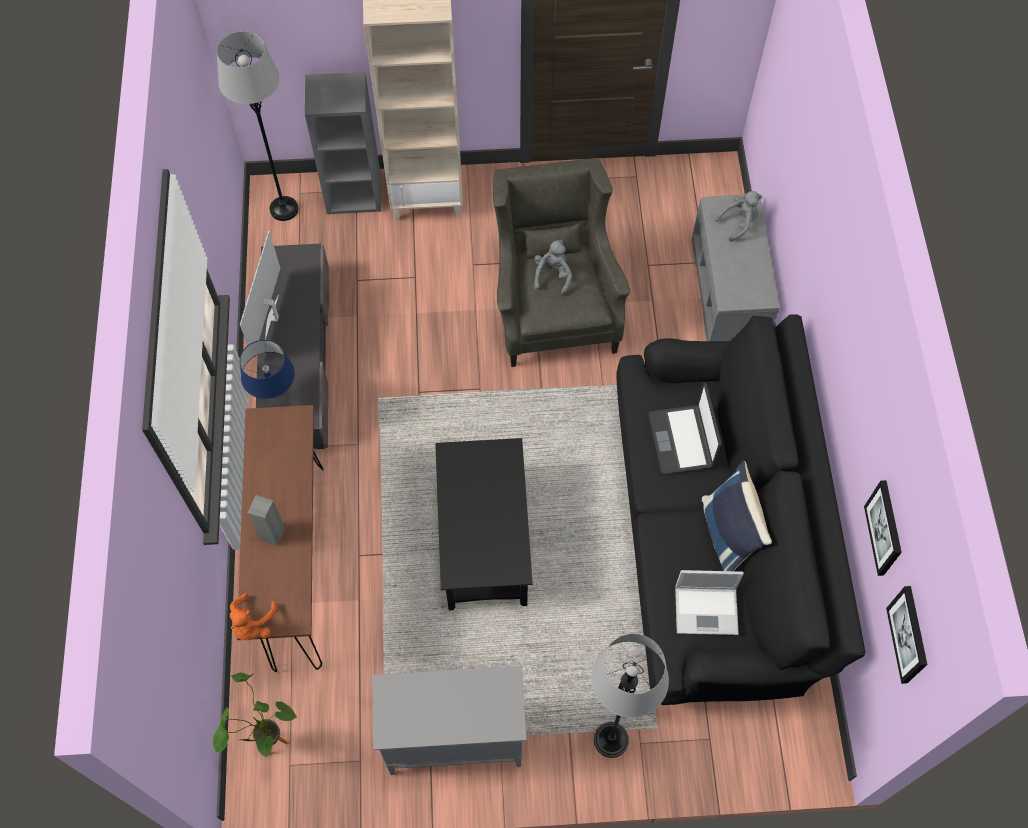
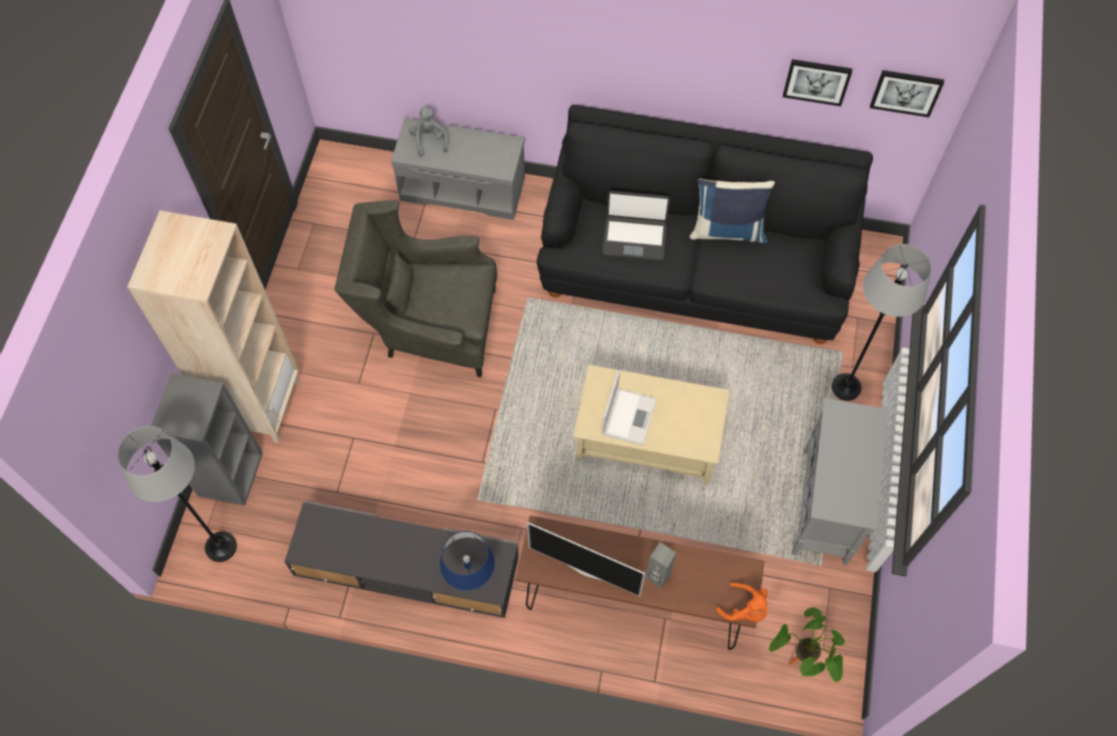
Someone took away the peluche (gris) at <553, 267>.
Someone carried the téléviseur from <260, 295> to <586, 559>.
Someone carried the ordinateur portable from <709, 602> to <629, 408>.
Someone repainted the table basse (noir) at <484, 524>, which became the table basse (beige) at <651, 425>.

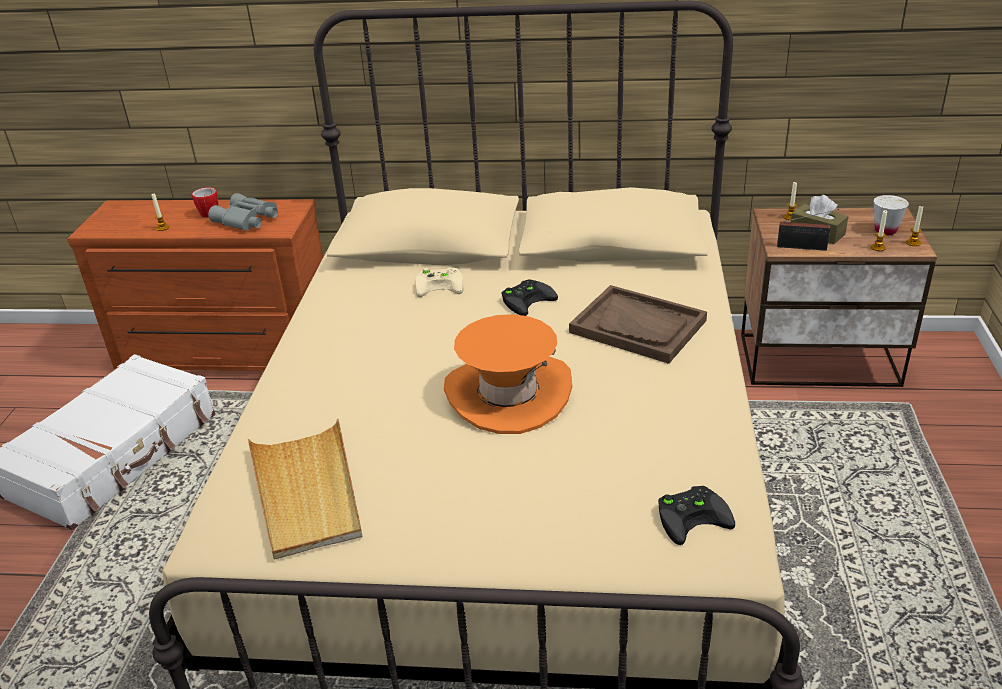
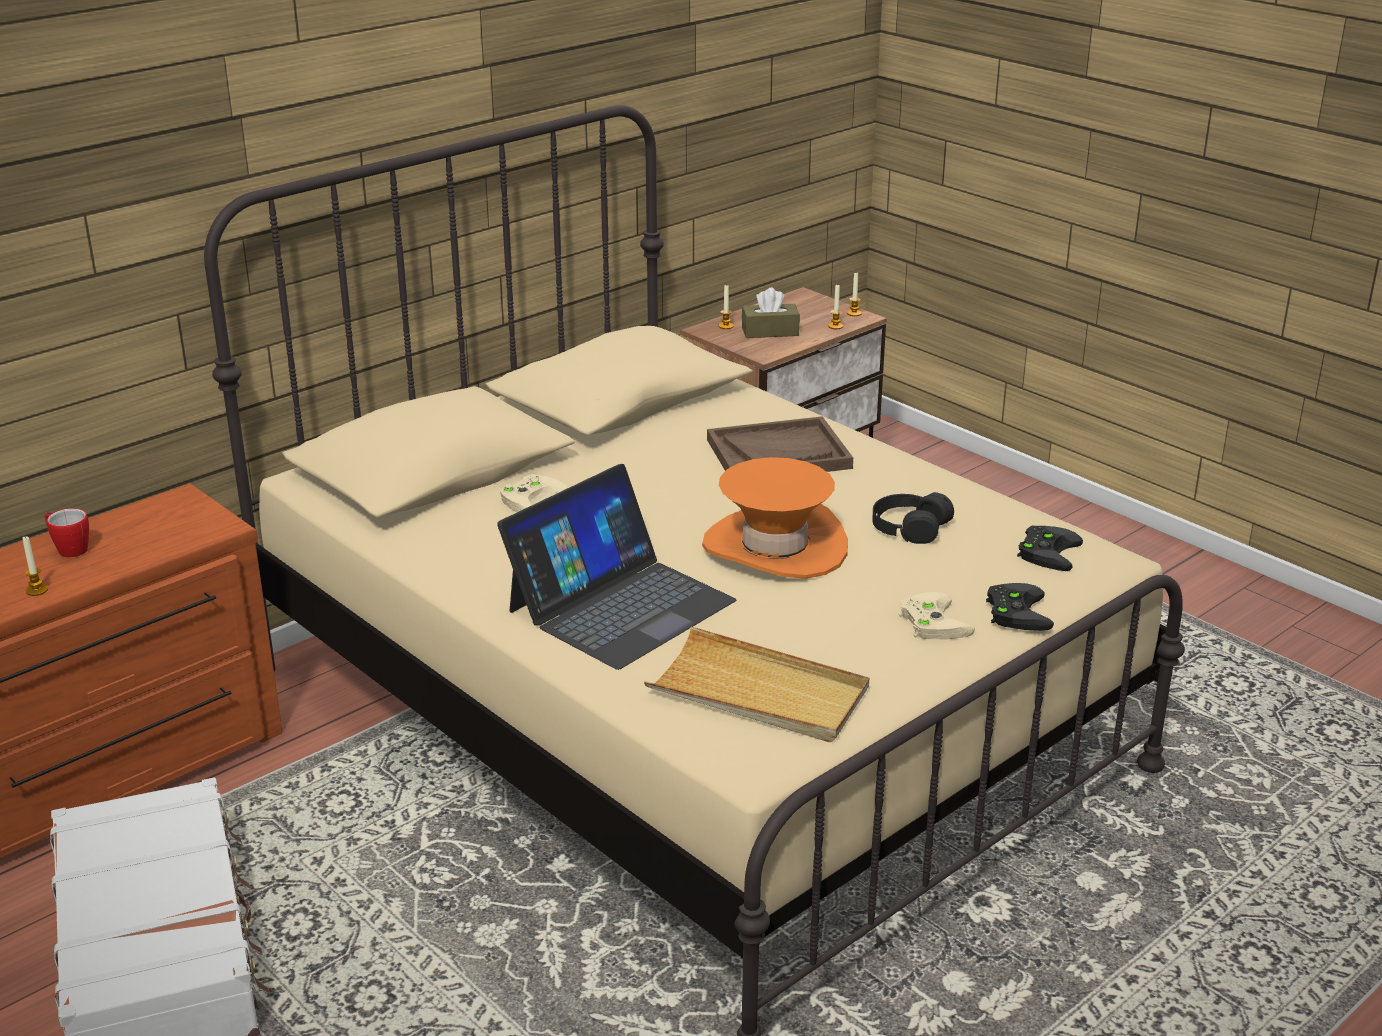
Someone took away the jumelles (gris) at <243, 212>.
Someone took away the radio at <808, 230>.
Someone took away the tasse (blanc) at <891, 215>.
Someone put down the ordinateur portable at <616, 567>.
Someone put down the casque audio (noir) at <913, 518>.
Someone put down the manette (beige) at <937, 615>.
Someone carried the manette (noir) from <530, 297> to <1020, 607>.

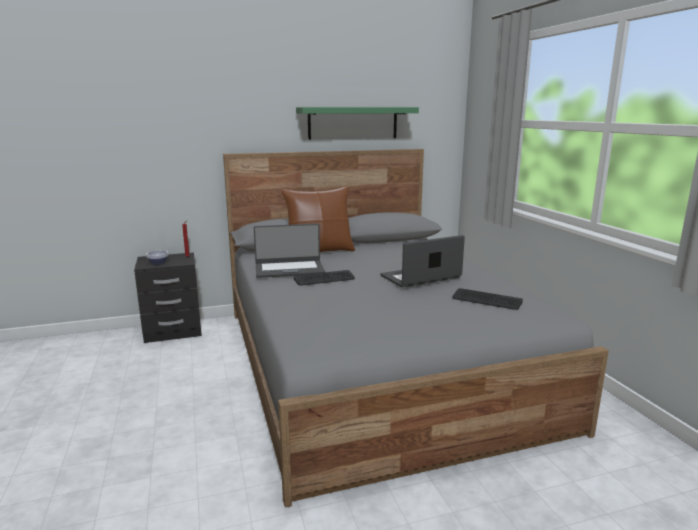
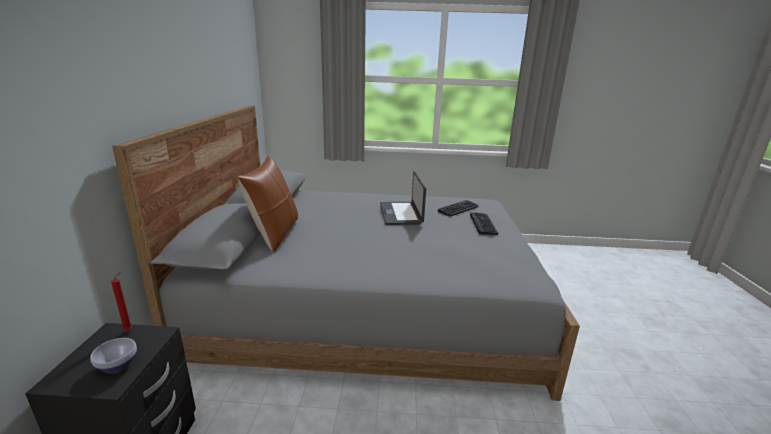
Someone took away the ordinateur portable at <289, 251>.
Someone took away the étagère (vert) at <357, 123>.
Someone carried the clavier from <324, 277> to <484, 223>.

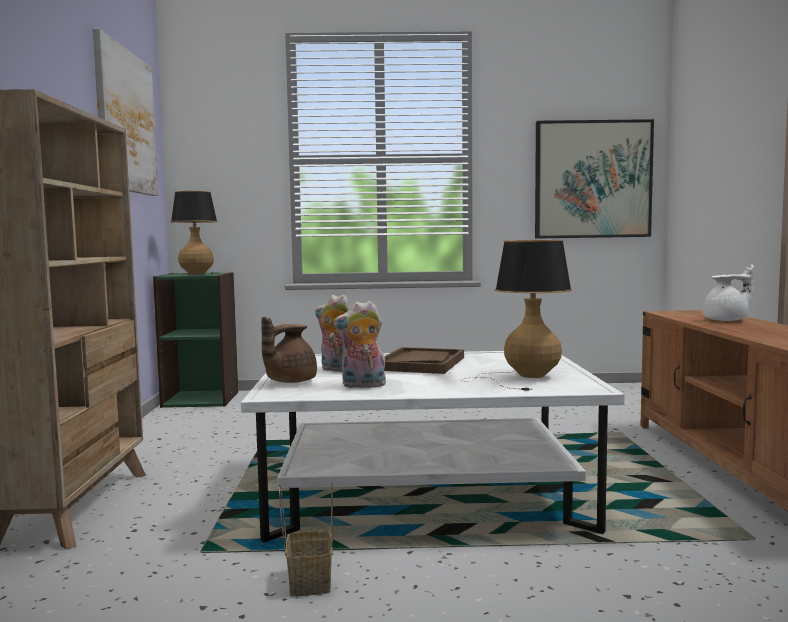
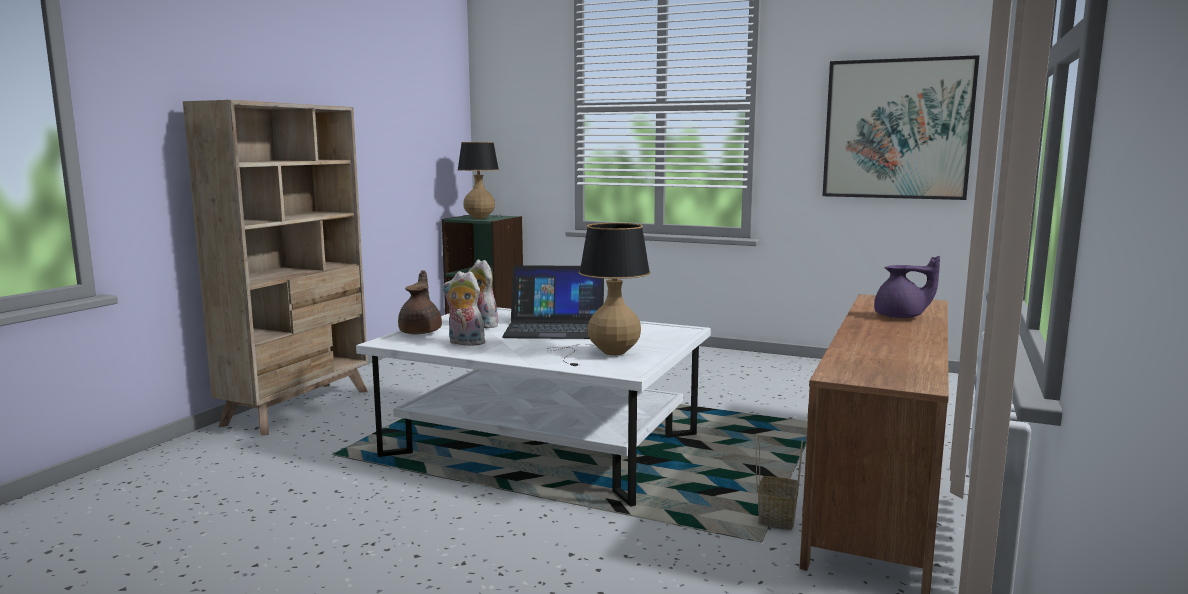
Someone took away the tableau at <125, 112>.
Someone carried the panier from <306, 539> to <779, 482>.
Someone swapped the plateau (marron) at <424, 360> for the ordinateur portable at <553, 302>.
Someone repainted the théière (blanc) at <728, 292>, which became the théière (violet) at <907, 287>.
Someone rotated the théière (marron) at <289, 350> by 120 degrees clockwise.

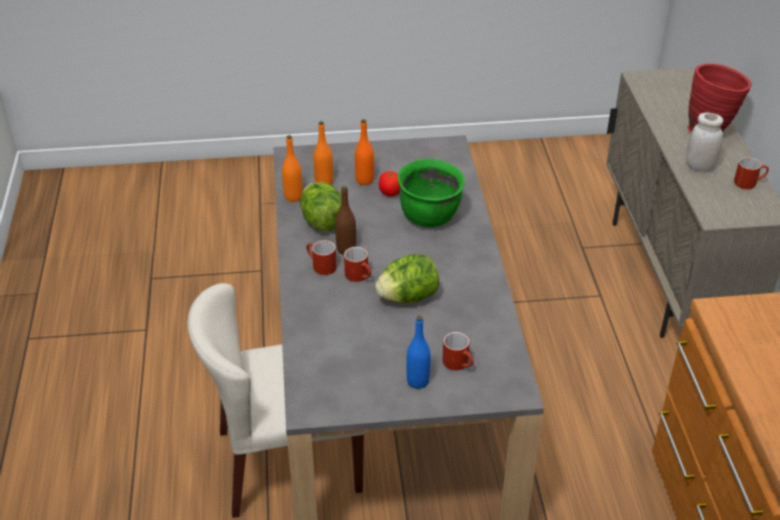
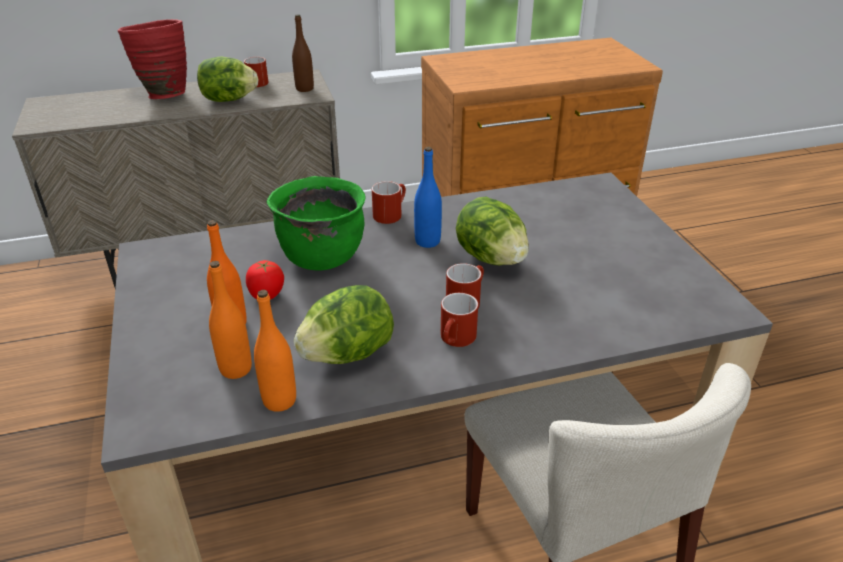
Someone carried the bouteille (marron) from <345, 220> to <303, 53>.
Someone carried the bouteille (bleu) from <418, 352> to <428, 197>.
Someone carried the mug (rouge) from <458, 351> to <389, 202>.
Someone swapped the bocal (blanc) at <704, 142> for the laitue at <227, 79>.

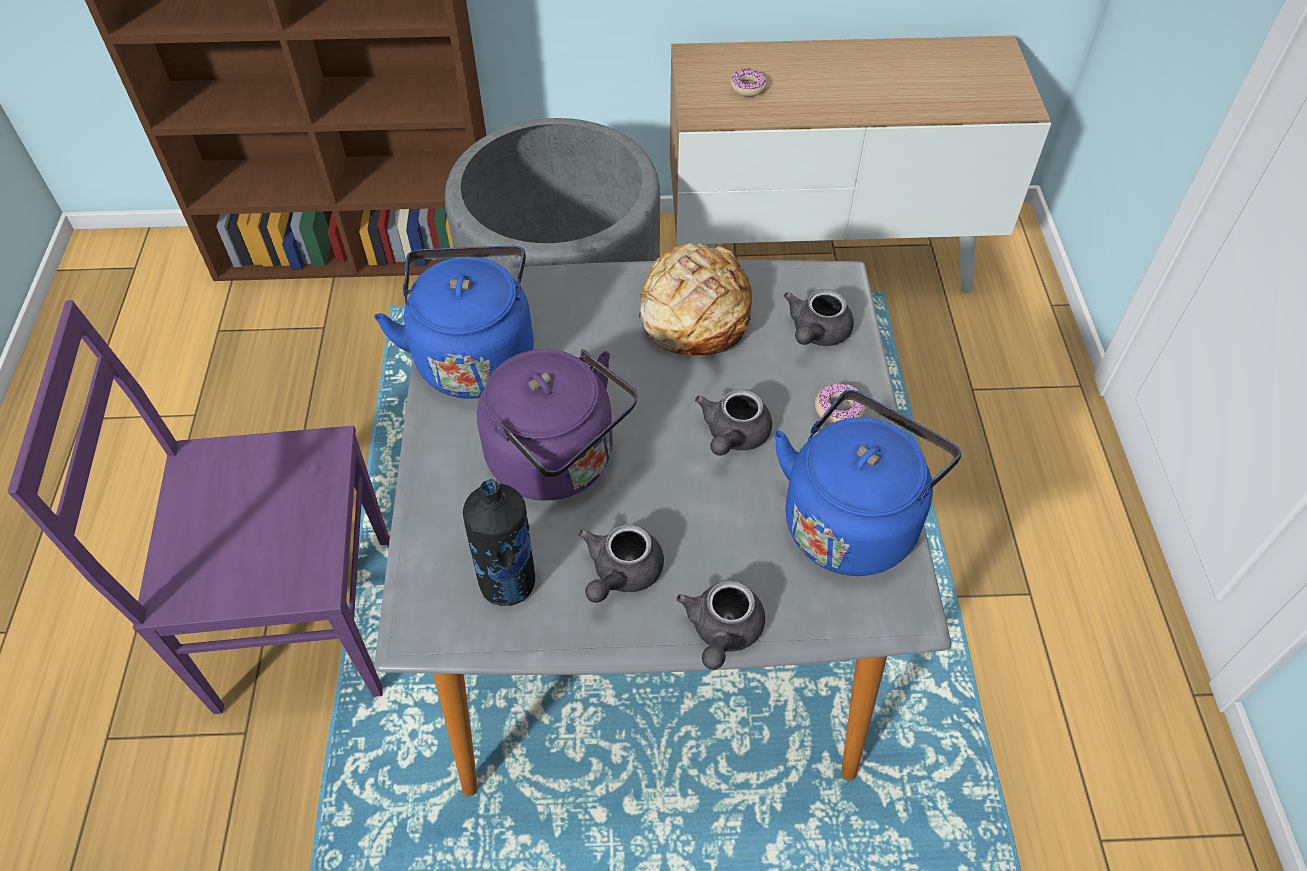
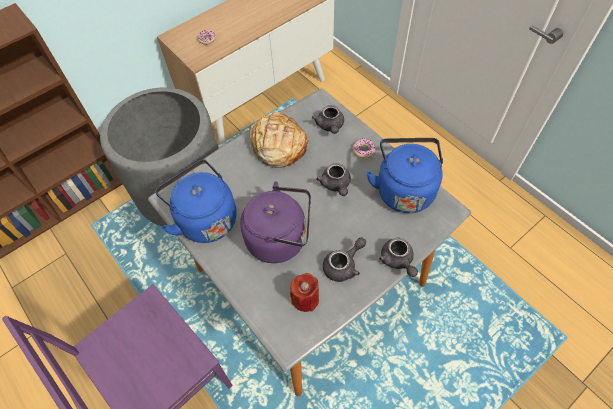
Someone swapped the bouteille (noir) at <499, 542> for the bougie (rouge) at <304, 292>.
Someone rotated the théière (gris) at <621, 563> by 120 degrees counterclockwise.

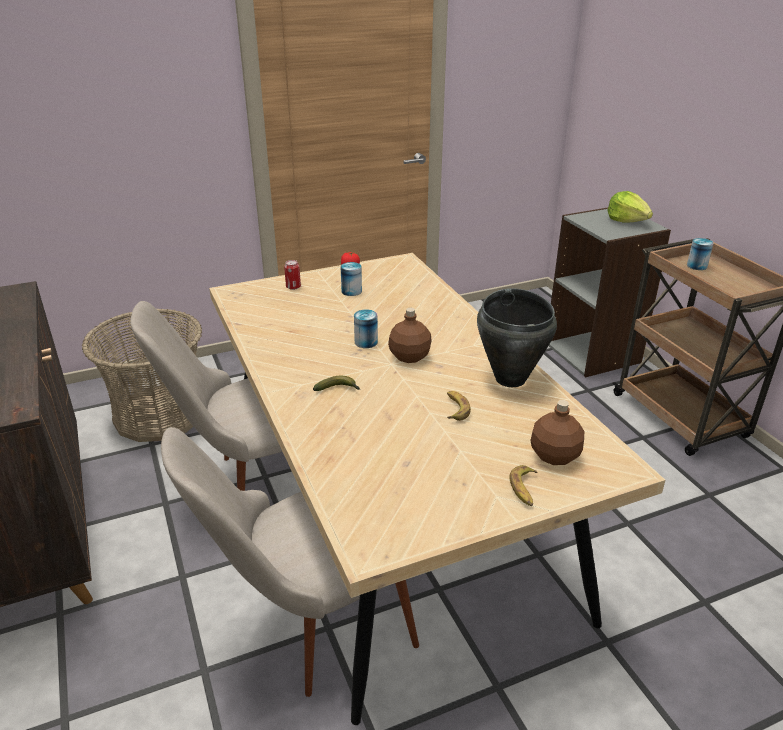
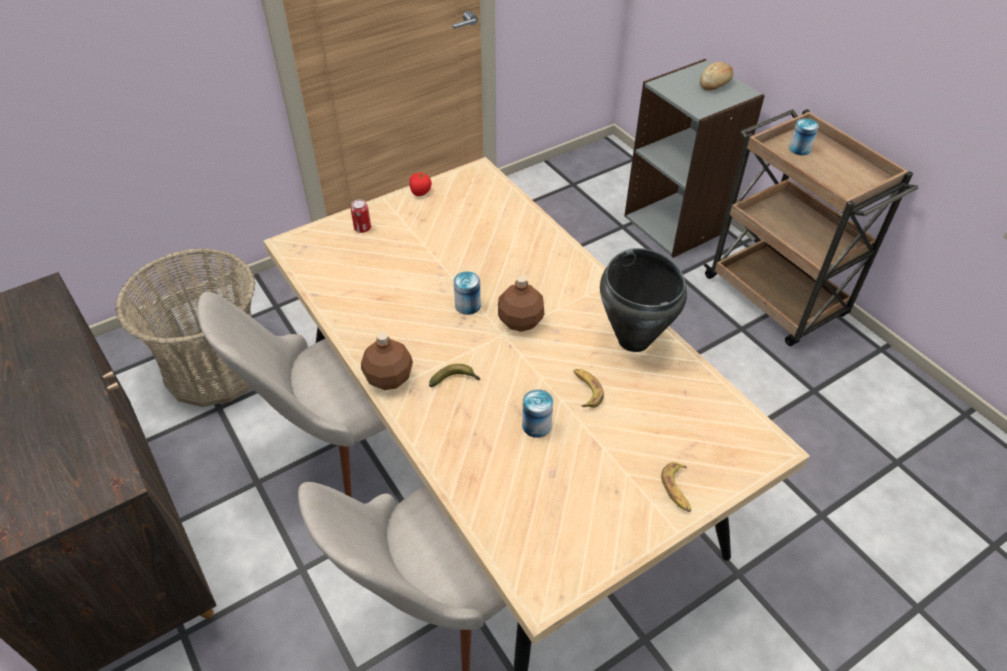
Someone carried the boîte métallique from <351, 279> to <537, 413>.
Someone carried the bouteille (marron) from <557, 432> to <387, 361>.
Someone swapped the laitue at <630, 207> for the pain at <716, 76>.

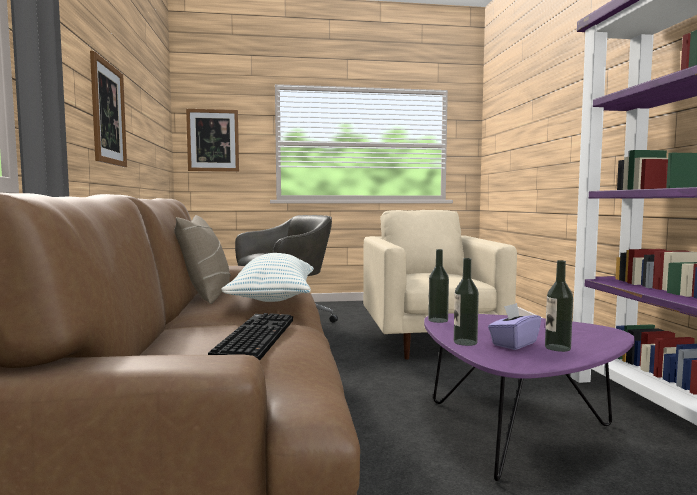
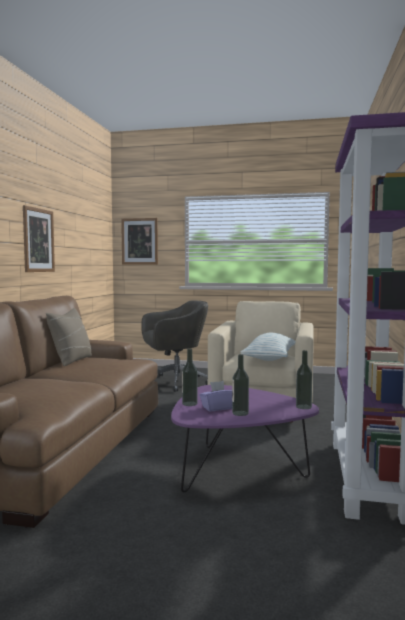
Someone took away the clavier at <250, 336>.
Someone carried the coussin from <267, 277> to <267, 347>.
Someone carried the bouteille from <438, 286> to <304, 379>.

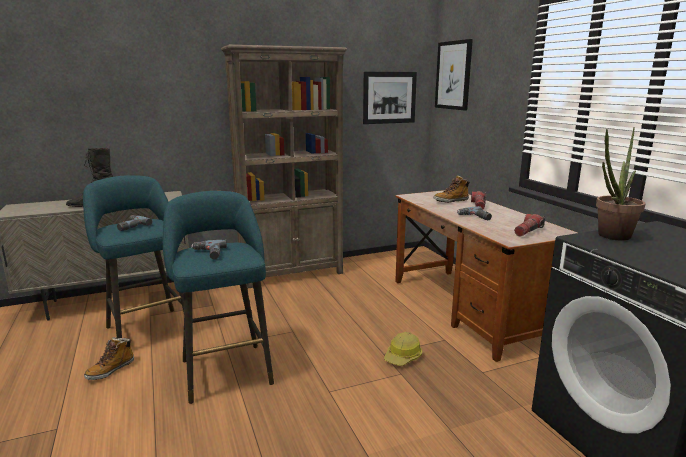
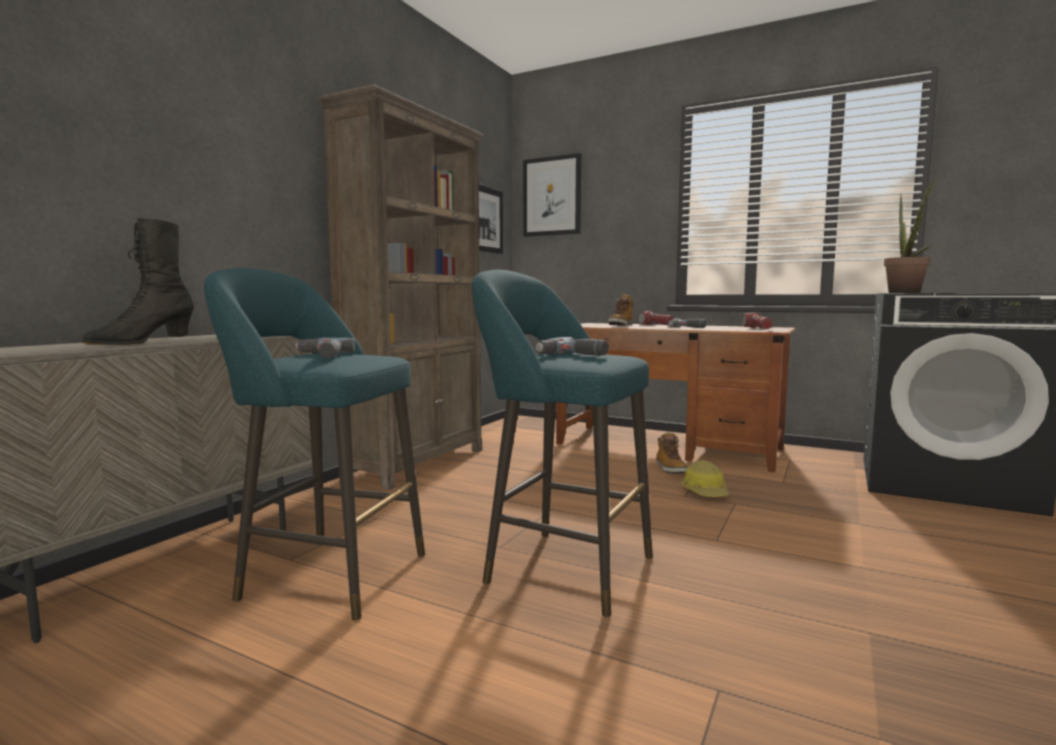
Someone carried the botte from <109, 358> to <672, 452>.

